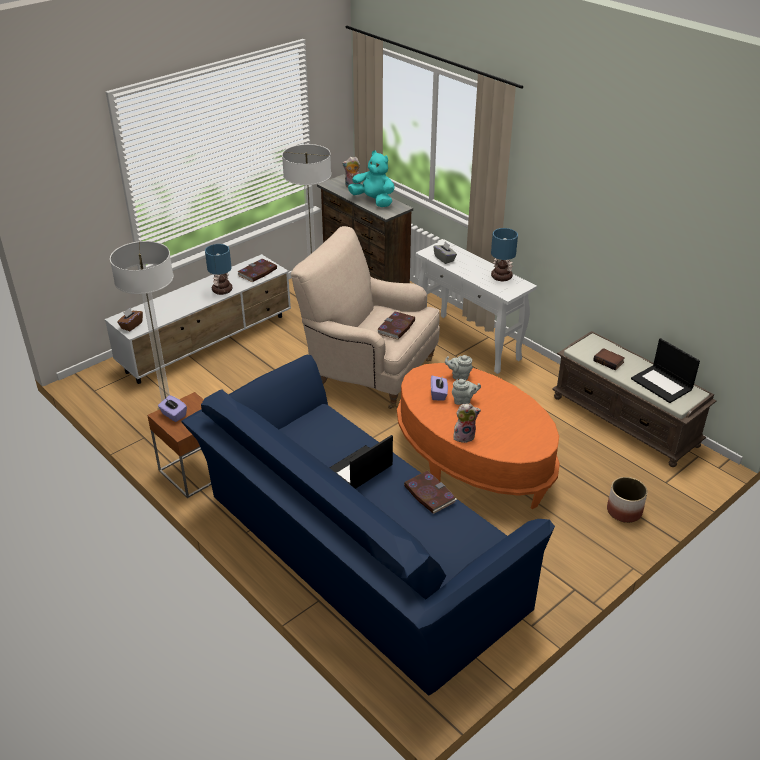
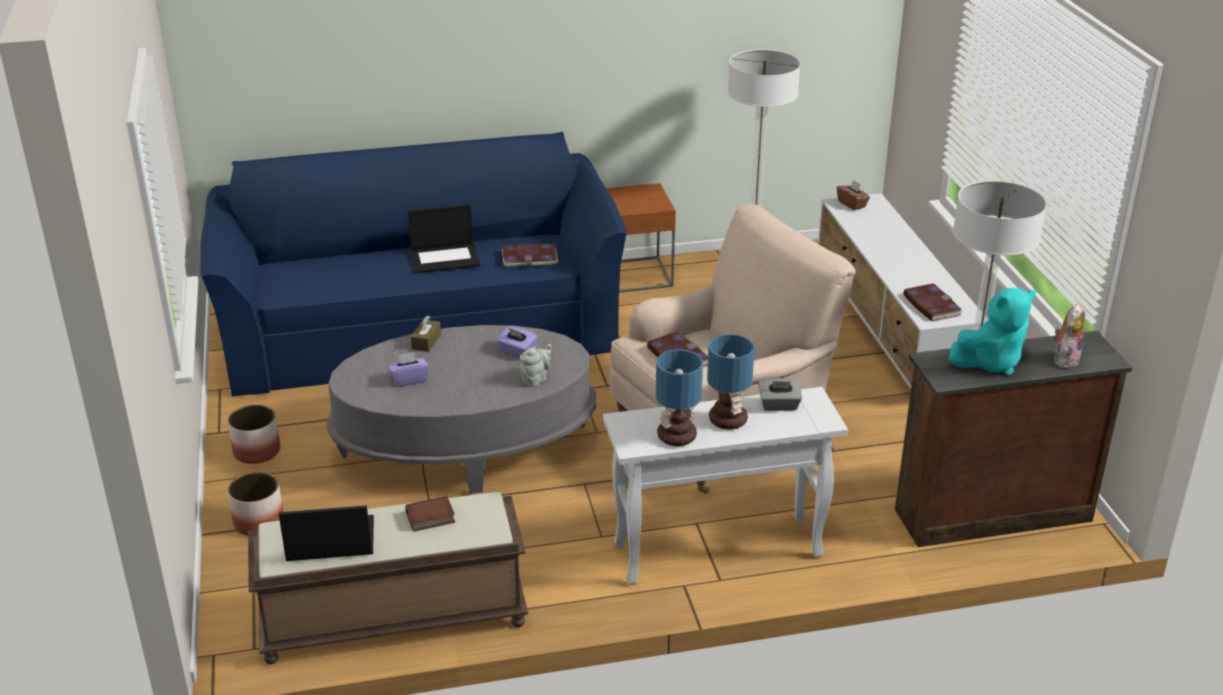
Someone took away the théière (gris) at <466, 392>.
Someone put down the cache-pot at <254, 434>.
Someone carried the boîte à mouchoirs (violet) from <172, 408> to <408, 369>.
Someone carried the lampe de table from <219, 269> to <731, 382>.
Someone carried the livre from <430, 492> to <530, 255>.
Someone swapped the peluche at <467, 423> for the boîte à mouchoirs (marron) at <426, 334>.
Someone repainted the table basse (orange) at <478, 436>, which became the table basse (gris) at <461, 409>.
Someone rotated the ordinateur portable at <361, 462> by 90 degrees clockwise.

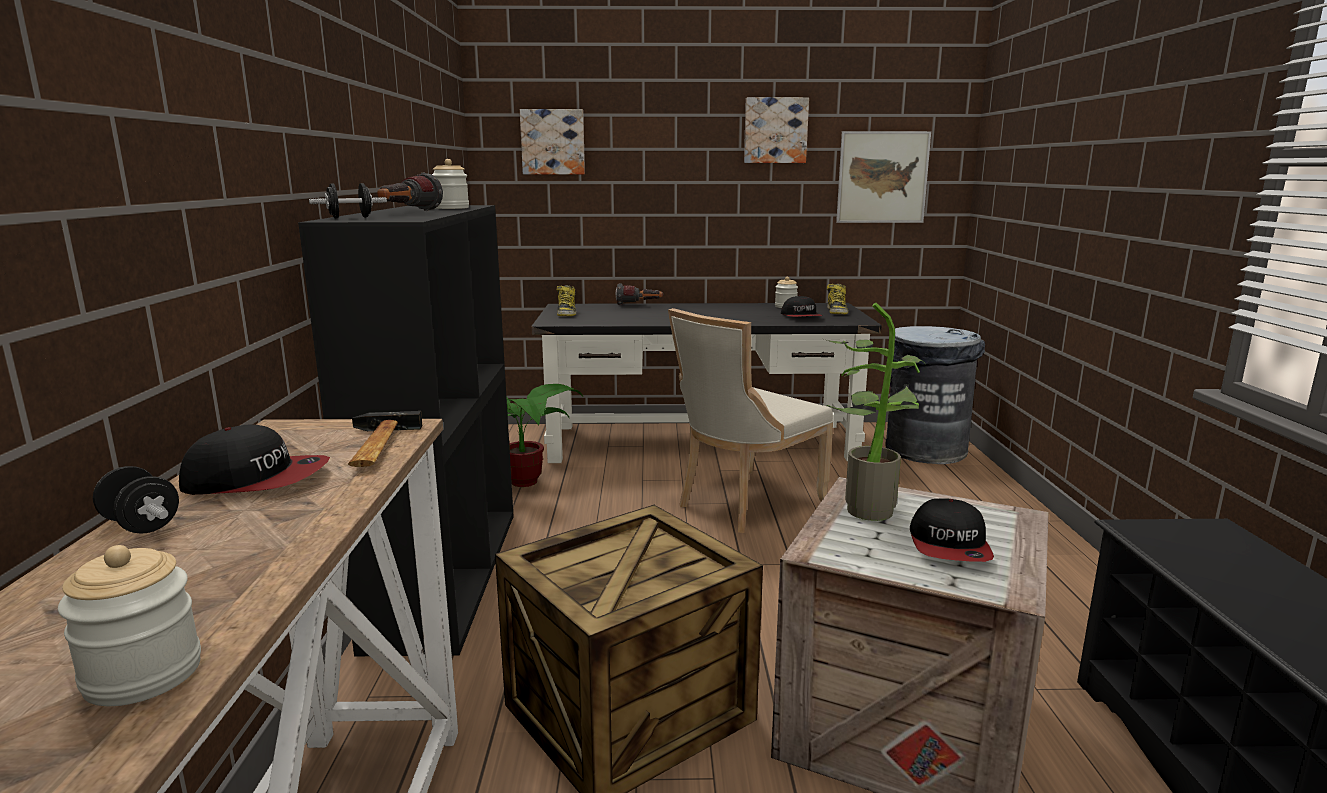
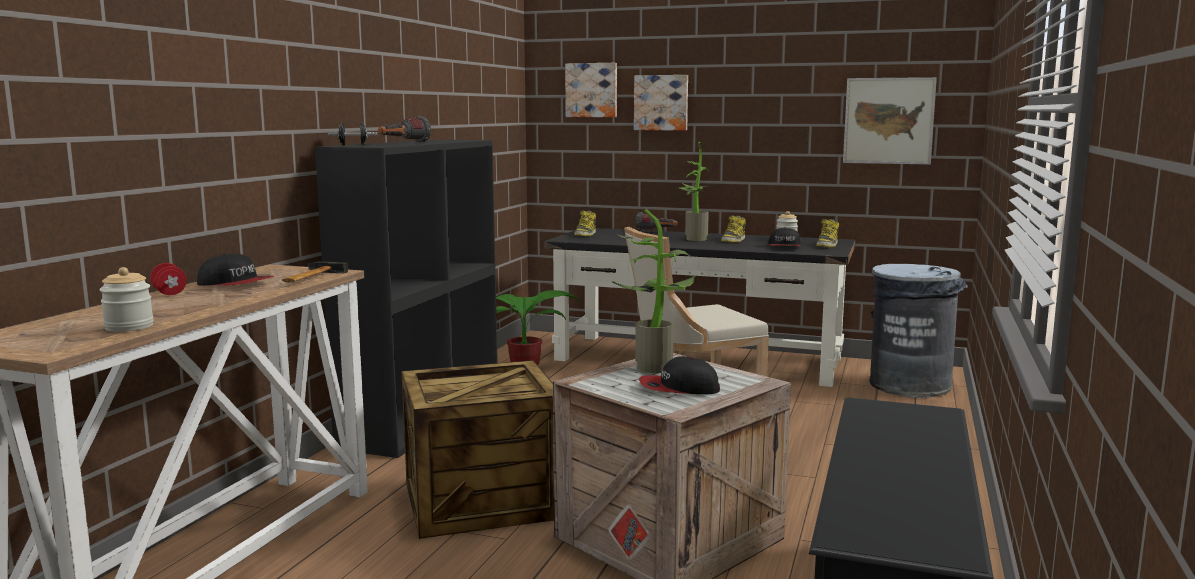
Someone took away the bocal at <450, 184>.
Someone put down the plante en pot at <696, 191>.
Someone put down the botte at <733, 229>.
Someone carried the tableau from <776, 130> to <661, 103>.
Someone repainted the haltère (noir) at <136, 500>, which became the haltère (rouge) at <168, 279>.
Someone rotated the casquette at <952, 530> by 60 degrees clockwise.

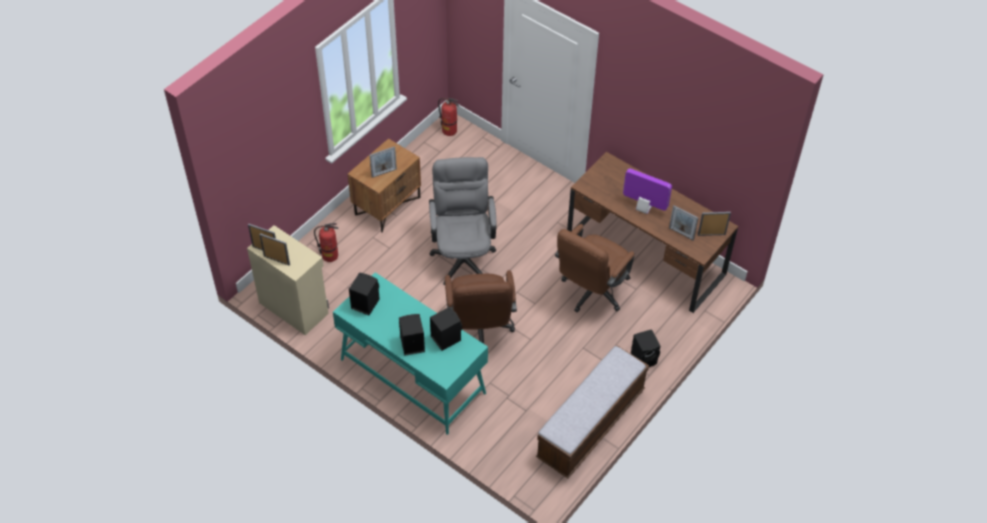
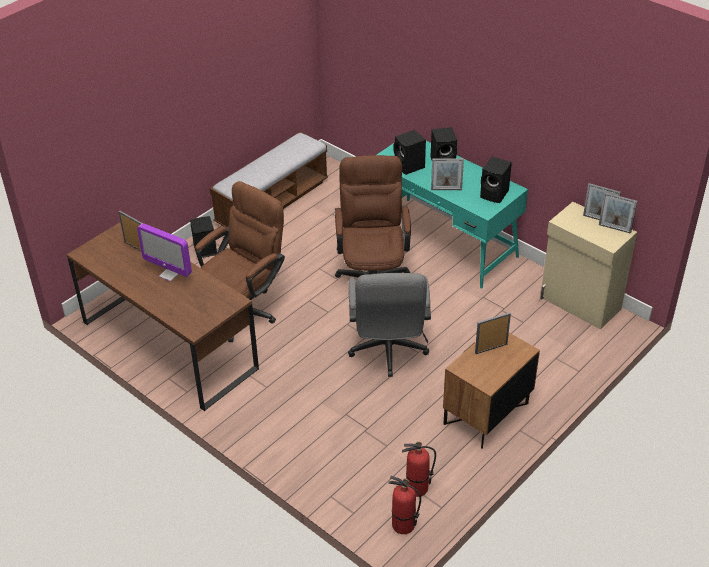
Someone carried the extincteur from <326, 242> to <419, 469>.
Someone carried the cadre photo from <714, 224> to <447, 174>.

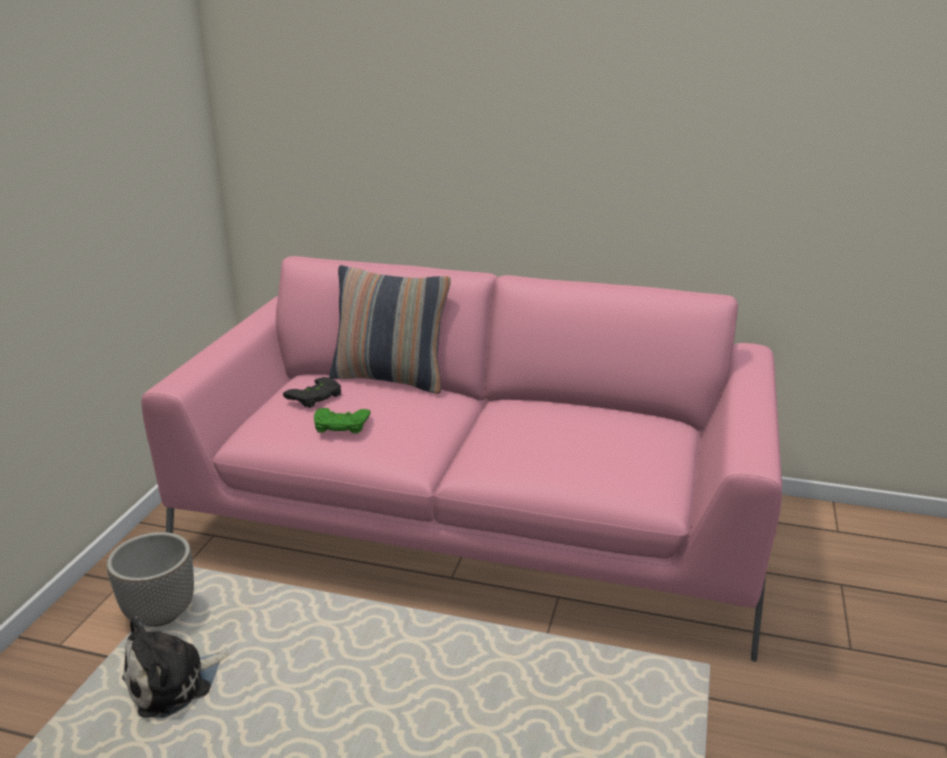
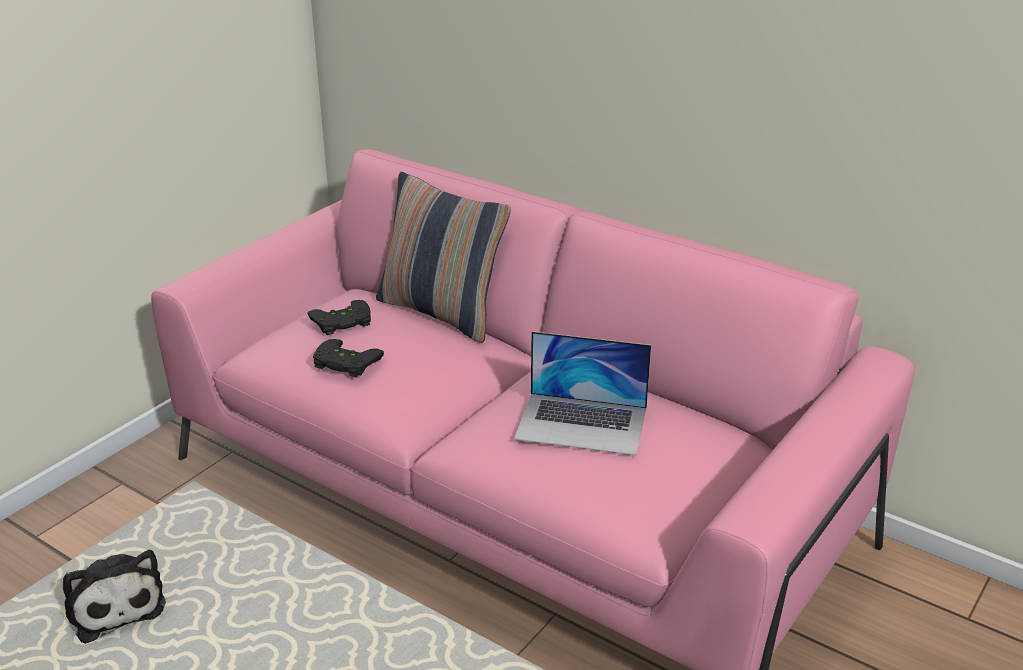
Someone took away the cache-pot at <150, 579>.
Someone put down the ordinateur portable at <582, 393>.
Someone repainted the manette (vert) at <342, 421>, which became the manette (noir) at <348, 358>.
Someone rotated the peluche at <175, 667> by 105 degrees counterclockwise.

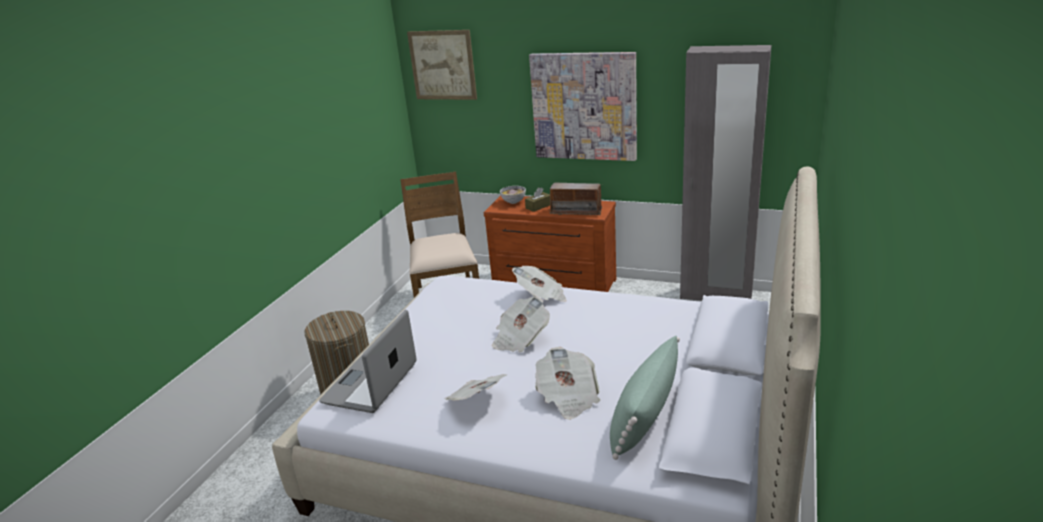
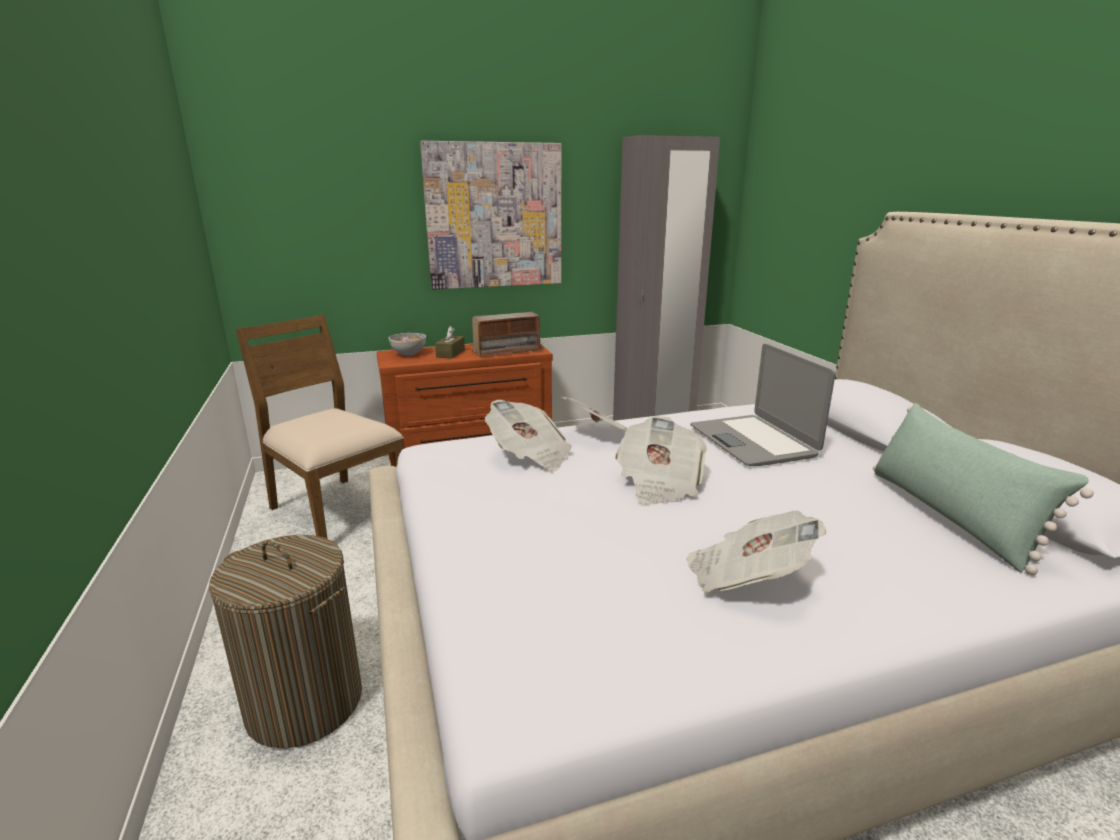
Someone took away the tableau at <442, 65>.
Someone carried the ordinateur portable from <368, 361> to <763, 405>.
Someone carried the journal from <567, 383> to <528, 435>.

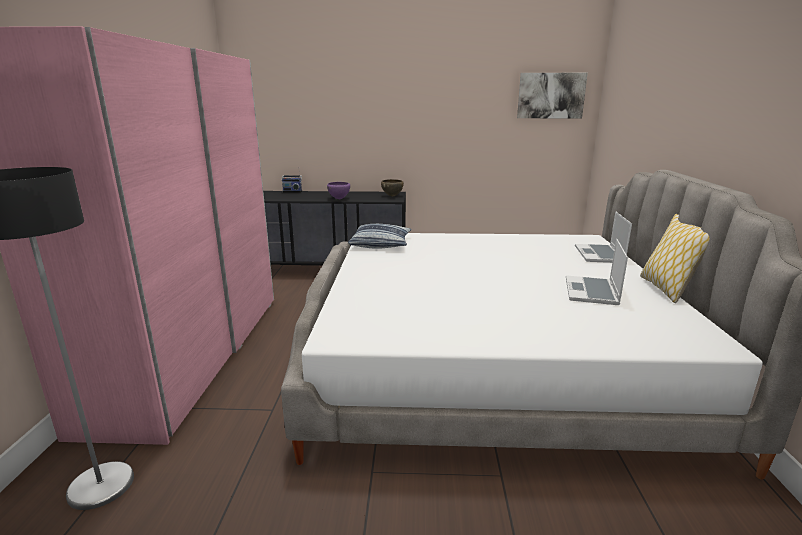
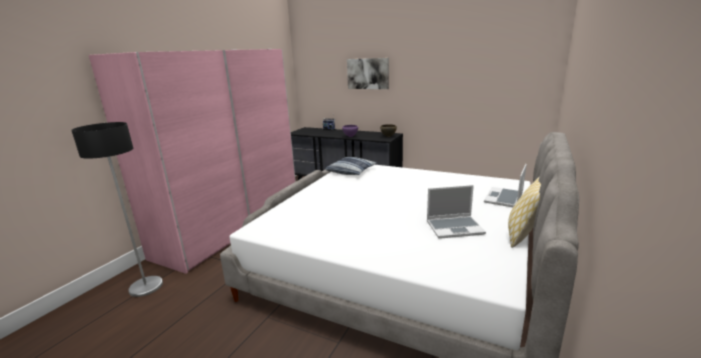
Someone carried the tableau from <552, 95> to <368, 73>.
Someone rotated the ordinateur portable at <597, 272> by 135 degrees counterclockwise.

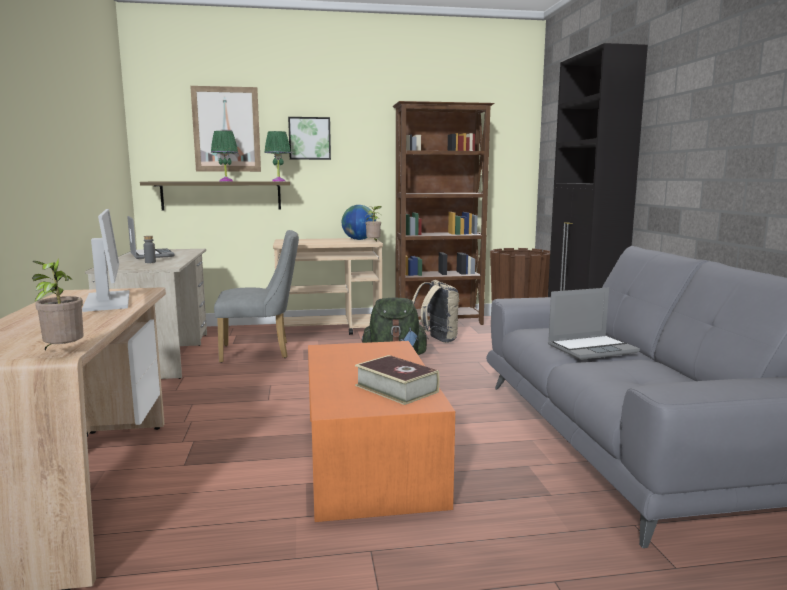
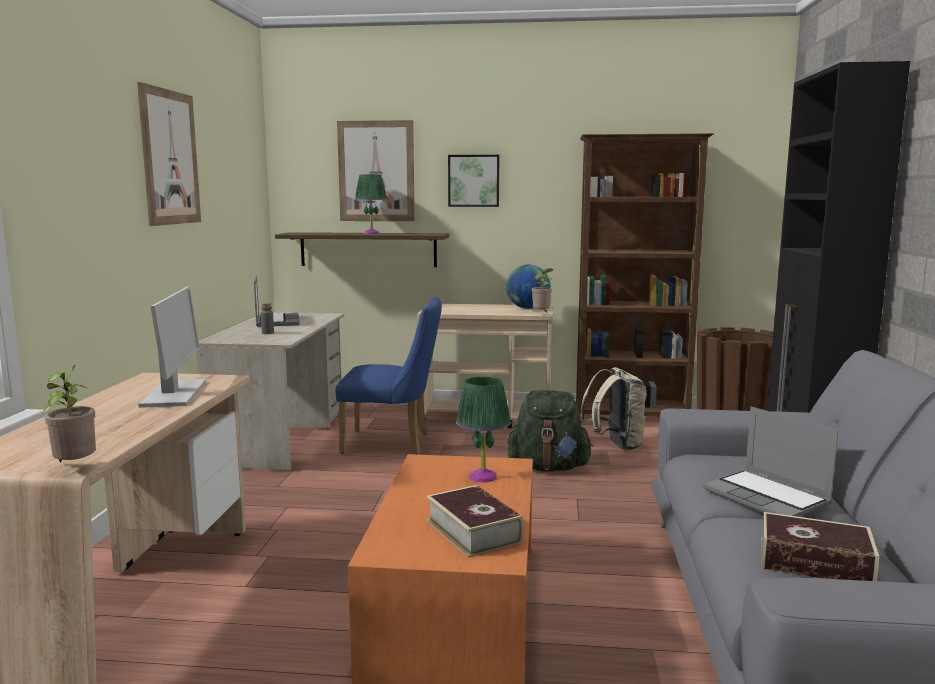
Someone put up the tableau at <169, 154>.
Someone put down the livre at <820, 546>.
Someone carried the lampe de table (vert) from <277, 156> to <483, 430>.
Someone repainted the chaise (gris) at <256, 296>, which became the chaise (bleu) at <389, 376>.
Someone rotated the ordinateur portable at <594, 323> by 60 degrees clockwise.

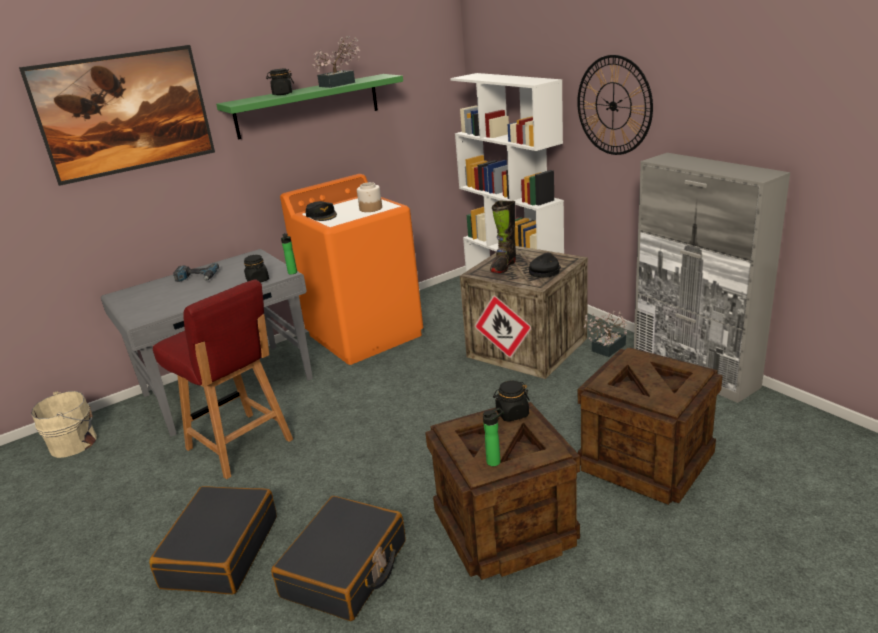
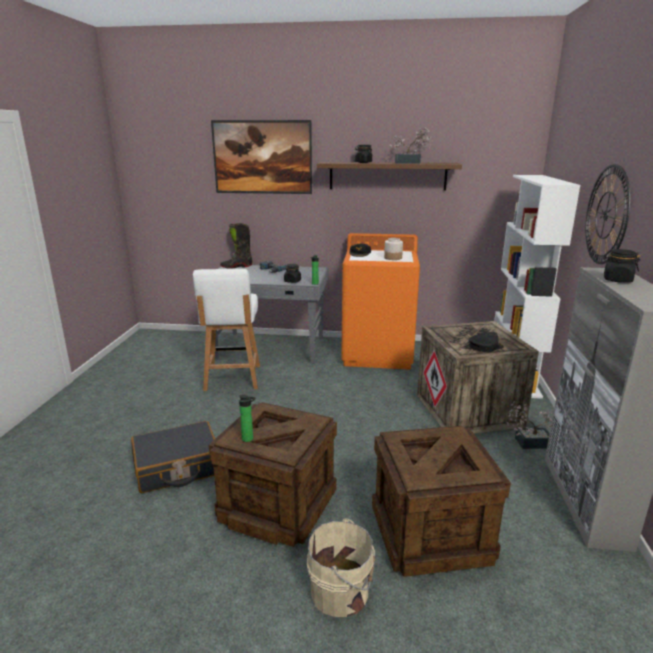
Someone took away the valise (noir) at <213, 540>.
Someone carried the seau (beige) from <64, 424> to <341, 567>.
Someone carried the botte (noir) from <503, 237> to <236, 246>.
Someone carried the bocal (noir) from <511, 401> to <621, 266>.
Someone repainted the chaise (rouge) at <223, 379>, which became the chaise (blanc) at <226, 330>.
Someone repainted the étagère (vert) at <309, 107>, which became the étagère (marron) at <389, 176>.

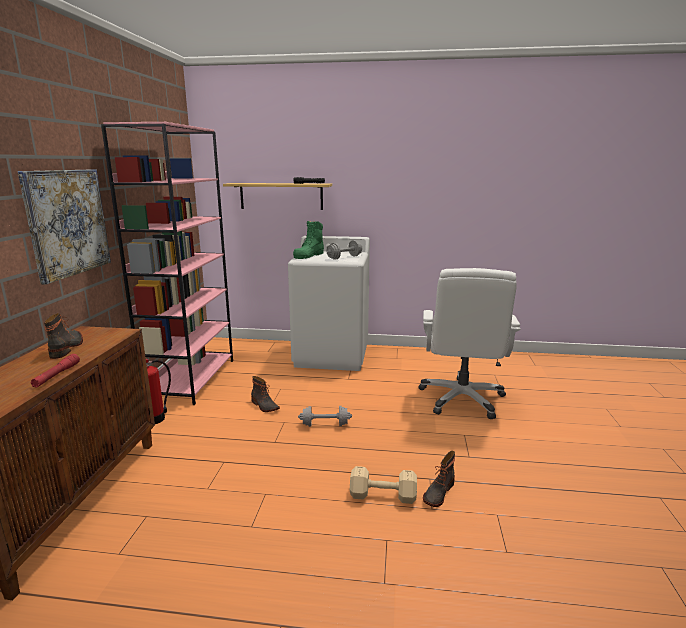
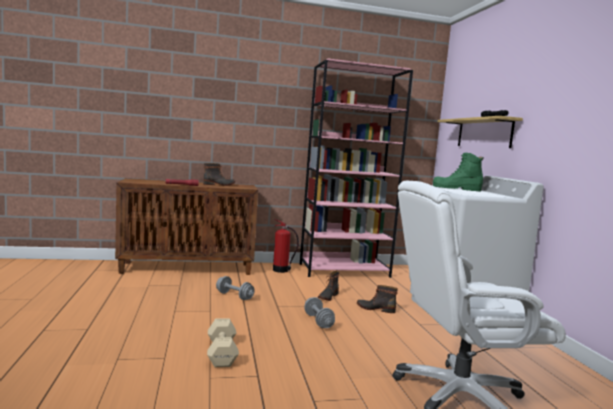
Someone took away the tableau at <64, 226>.
Someone carried the haltère (gris) from <344, 250> to <235, 288>.
Someone carried the botte from <439, 479> to <377, 299>.

